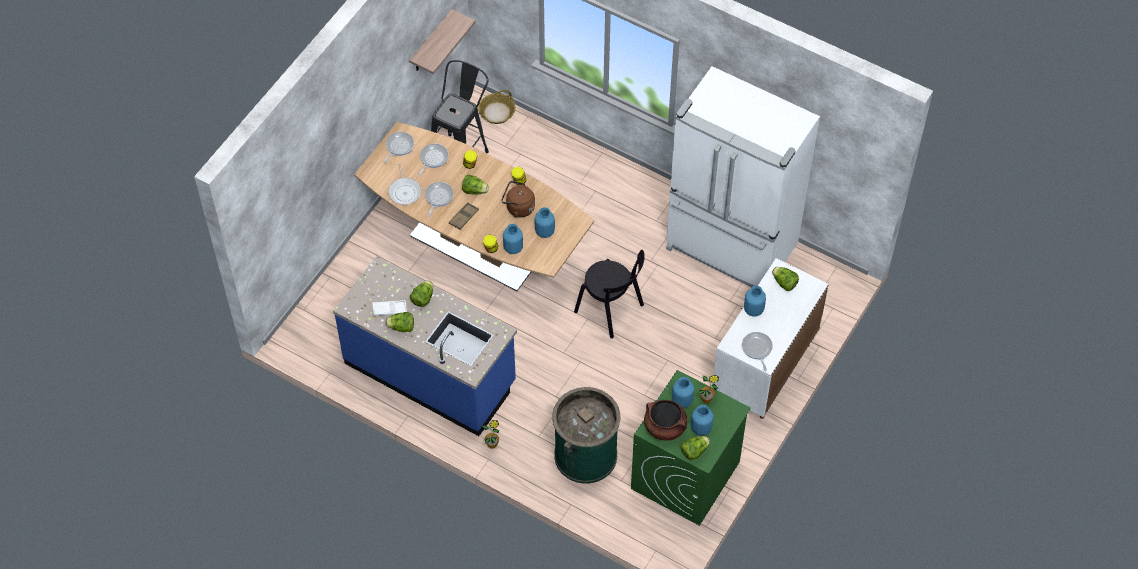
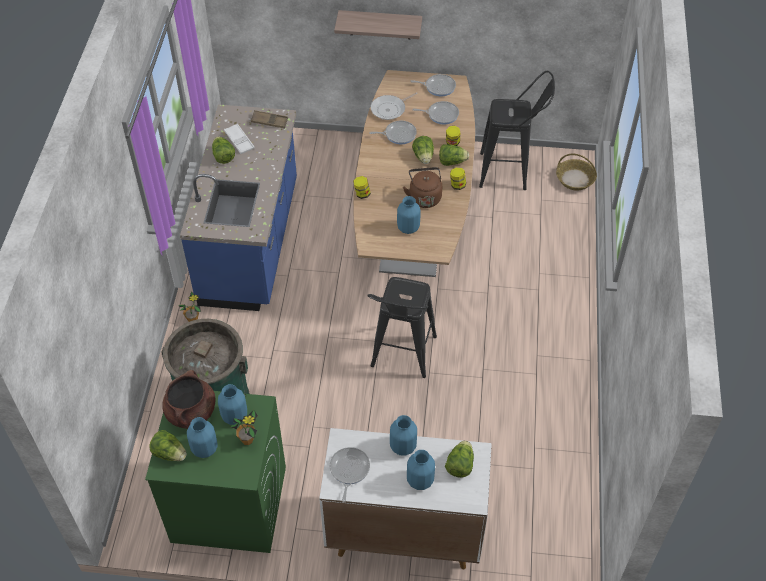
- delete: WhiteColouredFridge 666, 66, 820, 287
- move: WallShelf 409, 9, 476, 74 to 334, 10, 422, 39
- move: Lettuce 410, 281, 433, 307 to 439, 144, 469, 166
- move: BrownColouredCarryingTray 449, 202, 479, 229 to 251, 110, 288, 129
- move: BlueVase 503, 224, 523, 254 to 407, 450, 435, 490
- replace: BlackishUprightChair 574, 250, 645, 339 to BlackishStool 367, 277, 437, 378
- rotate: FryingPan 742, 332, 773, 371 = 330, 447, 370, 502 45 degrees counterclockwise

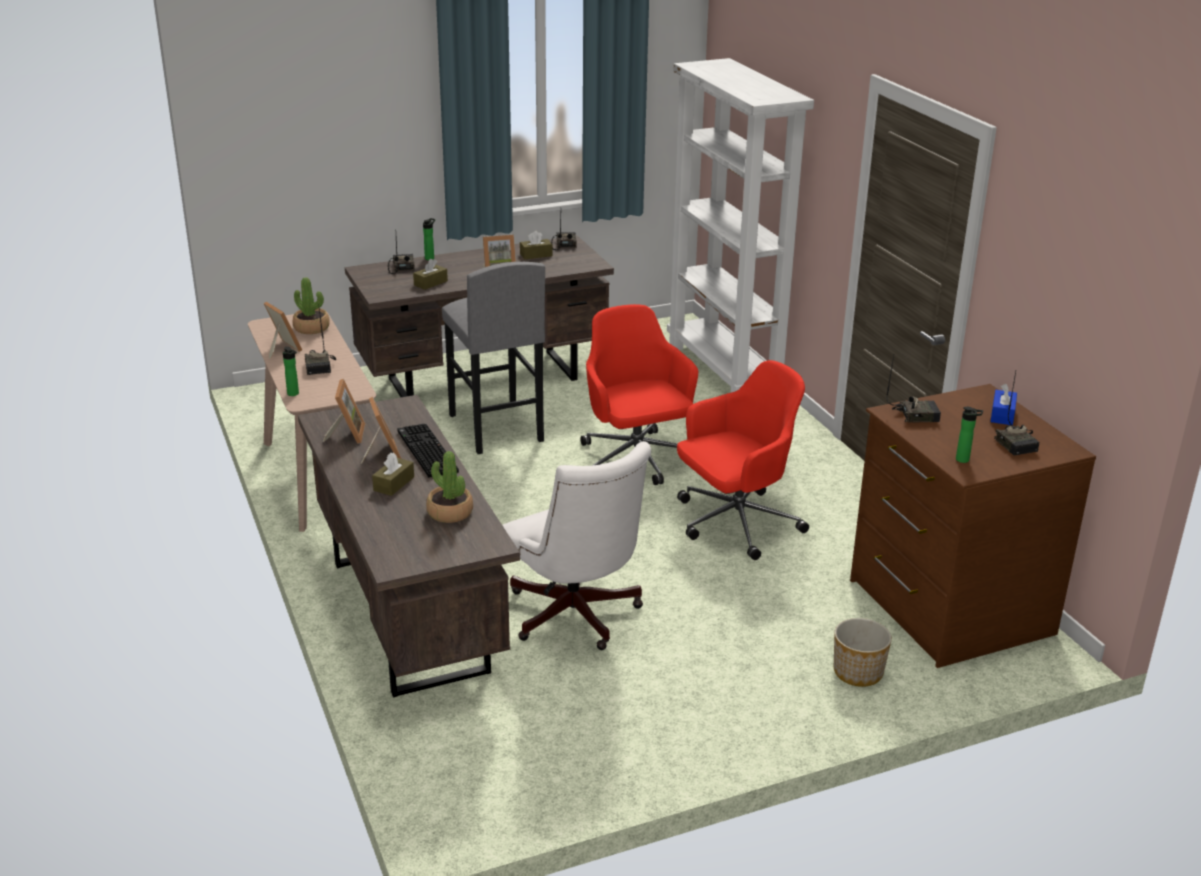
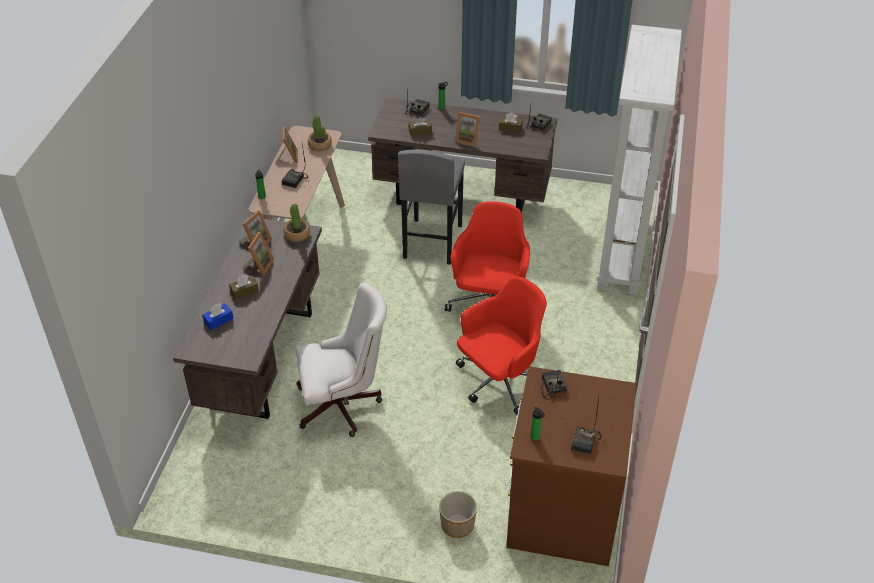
- delete: Keyboard 398, 424, 459, 478
- move: PottedPlant 426, 451, 473, 523 to 284, 204, 310, 242
- move: BlueBoxOfTissues 991, 384, 1017, 425 to 202, 303, 233, 330
- rotate: WhiteColouredDeskChair 502, 441, 651, 650 = 296, 283, 387, 437 105 degrees counterclockwise
- rotate: ReddishDeskChair 677, 360, 809, 560 = 456, 276, 547, 414 45 degrees counterclockwise
- rotate: RadioReceiver 886, 355, 941, 423 = 542, 370, 568, 400 135 degrees counterclockwise

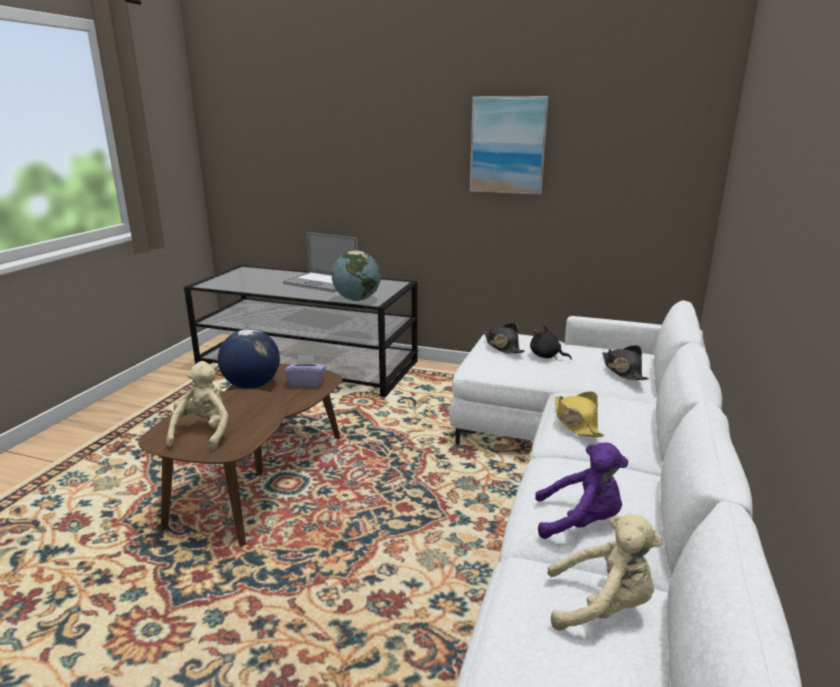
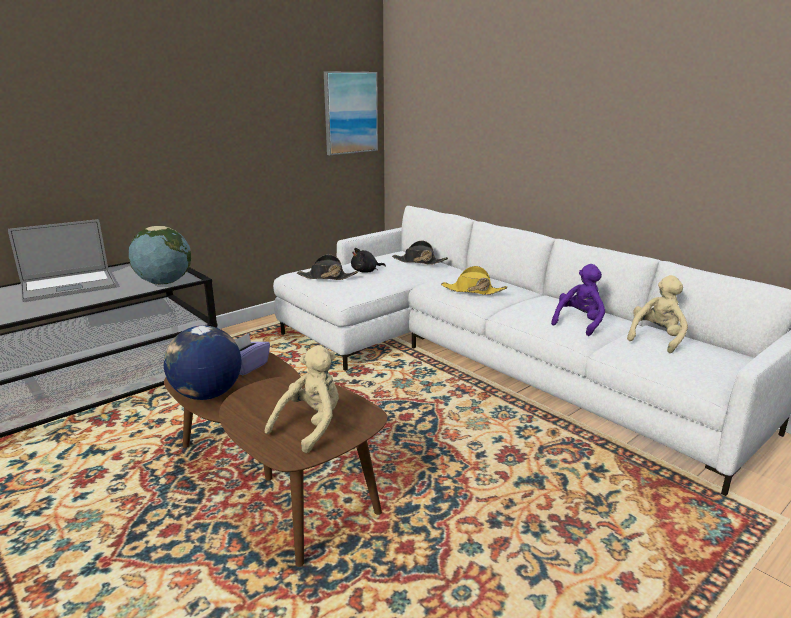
- move: Picture 470, 96, 549, 195 to 324, 71, 378, 155
- rotate: BeigeColouredPlushToy 167, 361, 229, 450 = 265, 345, 339, 453 90 degrees clockwise

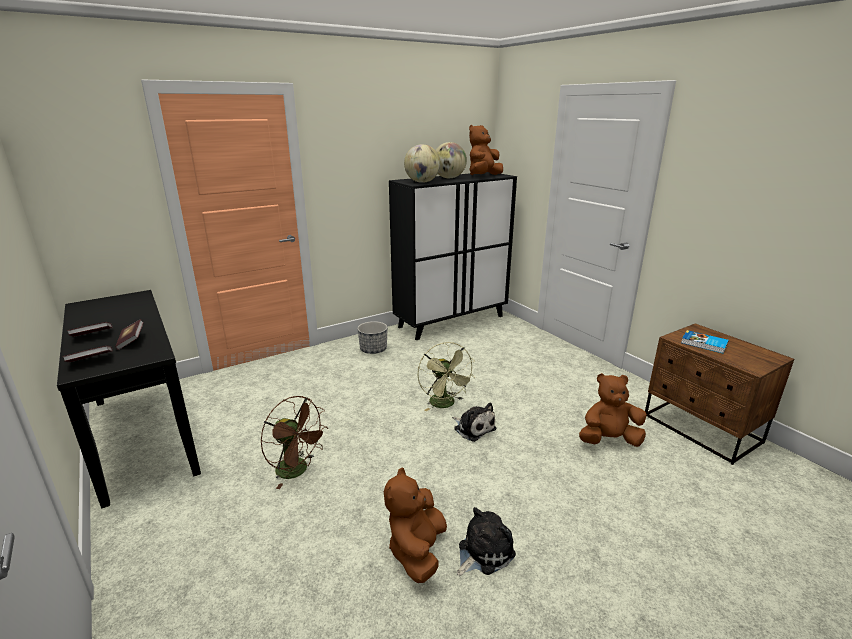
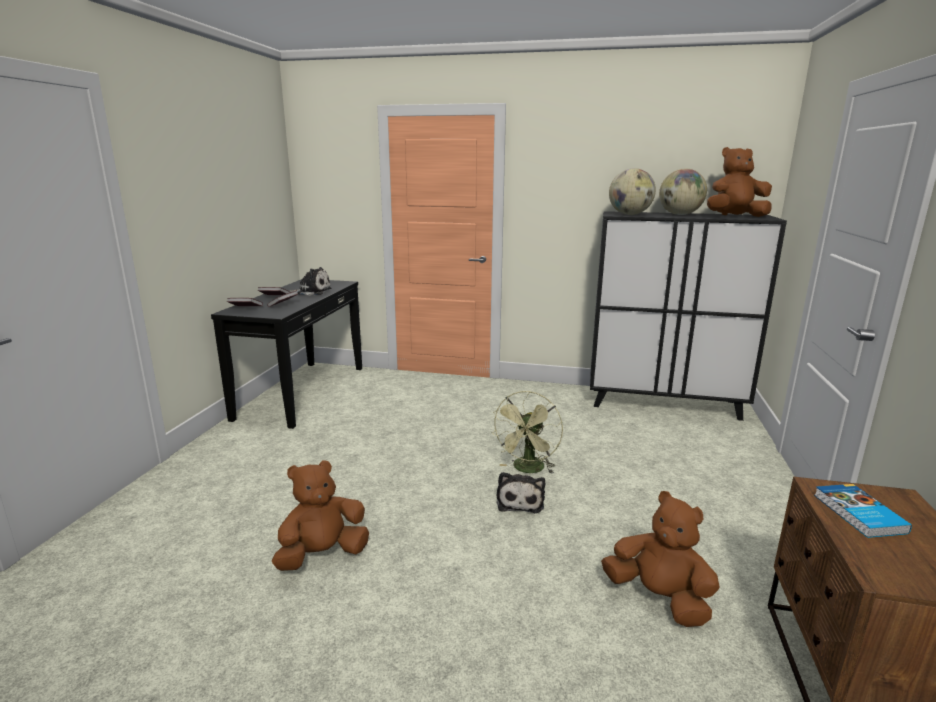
- delete: BrownColouredElectricFan 260, 396, 328, 489
- delete: Planter 357, 321, 388, 354
- move: PlushToy 457, 507, 516, 576 to 290, 267, 331, 296

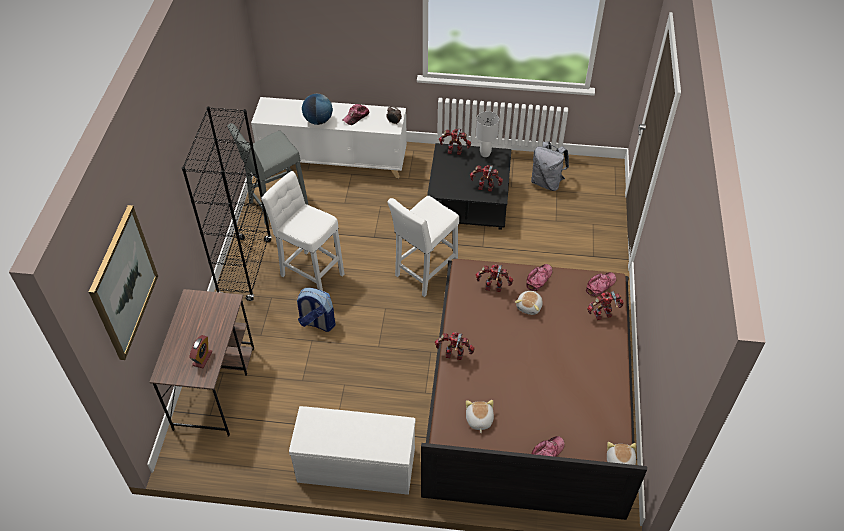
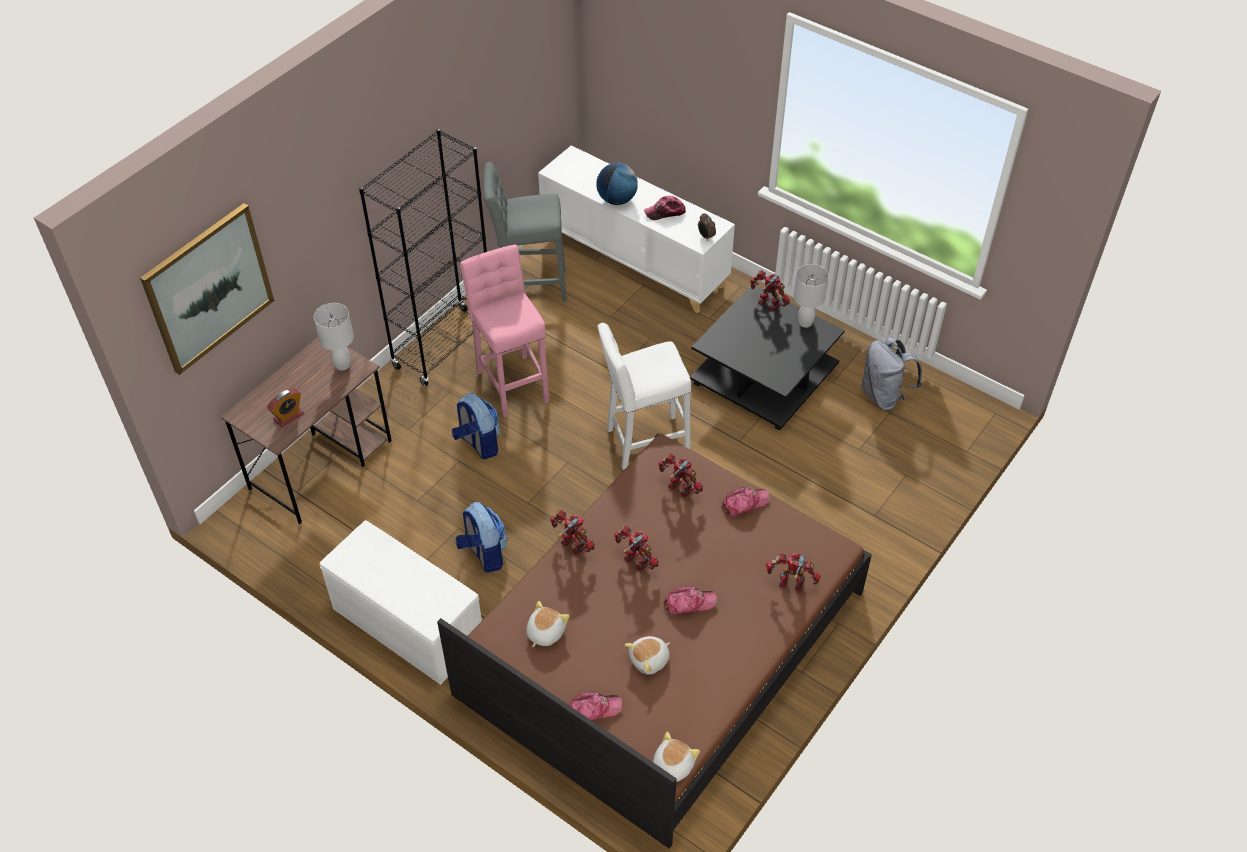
- insert: WhiteColouredTableLamp 314, 303, 354, 371
- insert: Knapsack 456, 502, 507, 573
- move: ModelRobot 470, 165, 503, 192 to 614, 526, 659, 571
- move: PlushToy 515, 291, 543, 315 to 625, 636, 670, 675
- move: PeakedCap 586, 272, 616, 296 to 663, 586, 717, 614
- recolor: WhiteColouredStool 261, 171, 345, 291 to PinkStool 460, 244, 549, 417

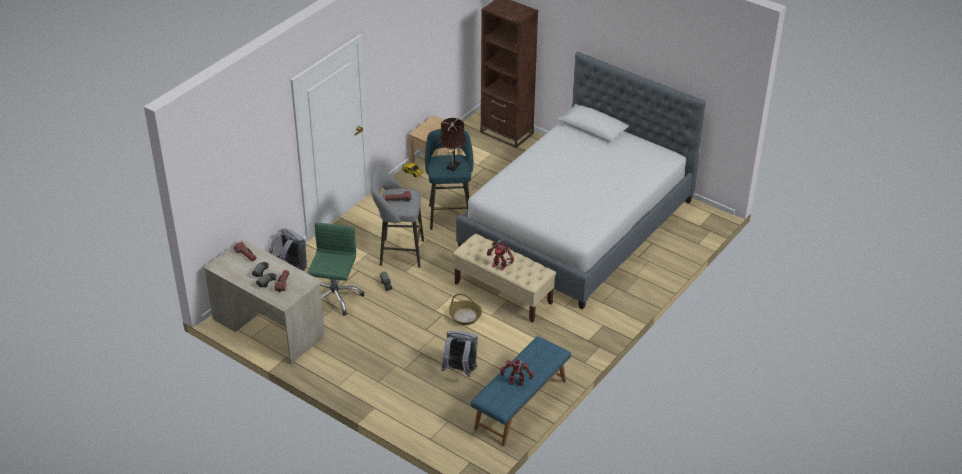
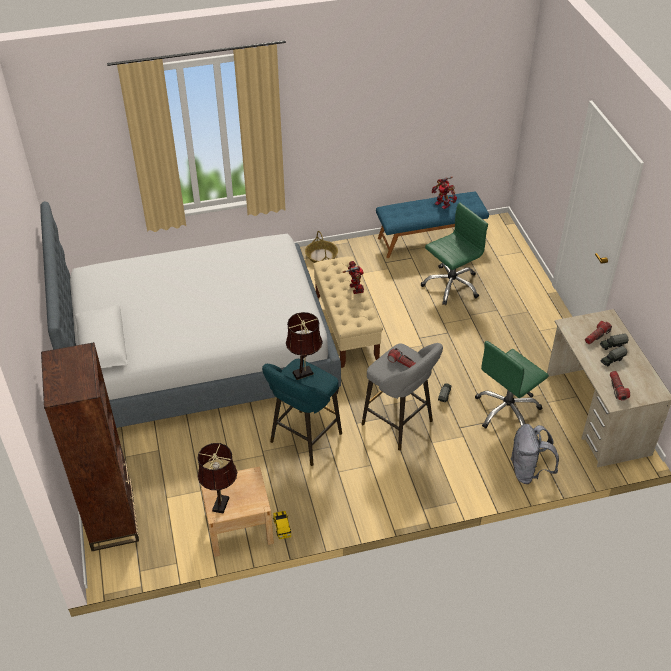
- insert: BrownColouredTableLamp 197, 443, 237, 514
- move: HouseholdBasket 449, 294, 482, 325 to 305, 231, 338, 263
- replace: GrayKnapsack 441, 331, 478, 377 to GreenColouredDeskChair 421, 202, 488, 305

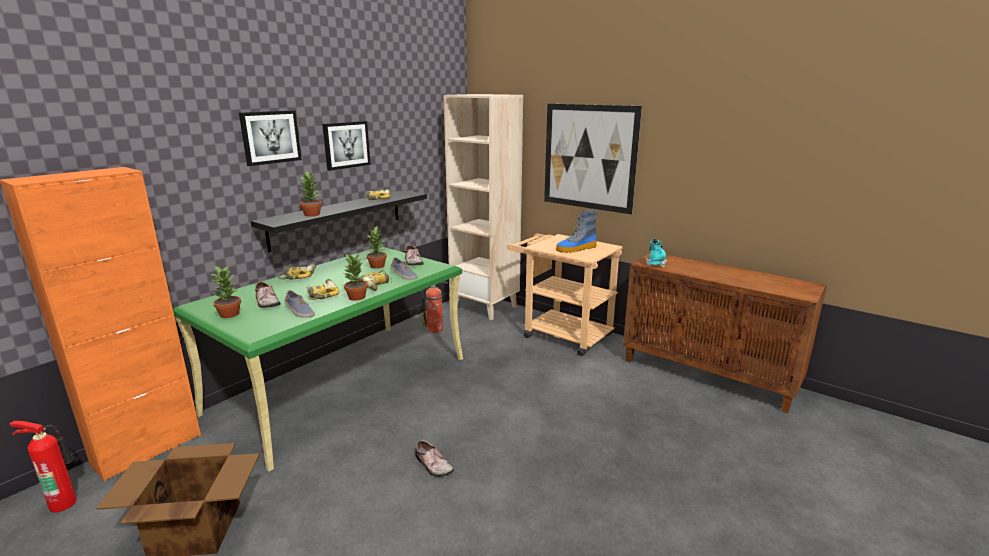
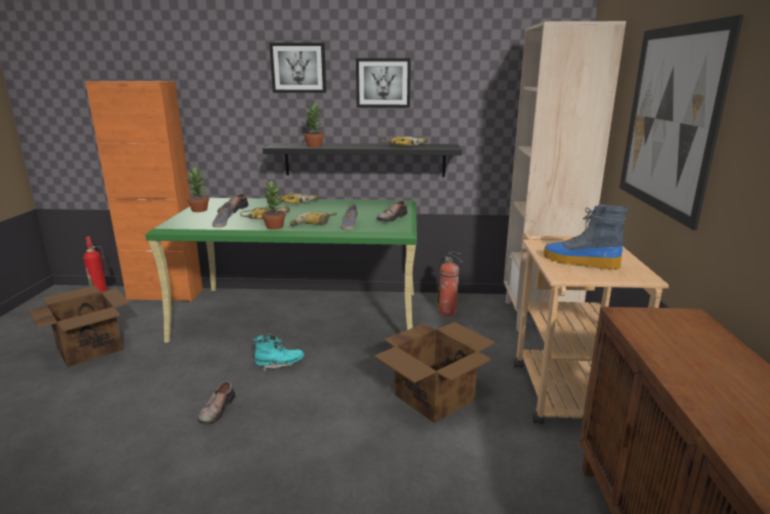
- delete: PottedPlant 366, 227, 387, 269
- insert: Carton 374, 322, 496, 423
- move: TurquoiseTallBoot 646, 239, 668, 268 to 253, 334, 304, 371

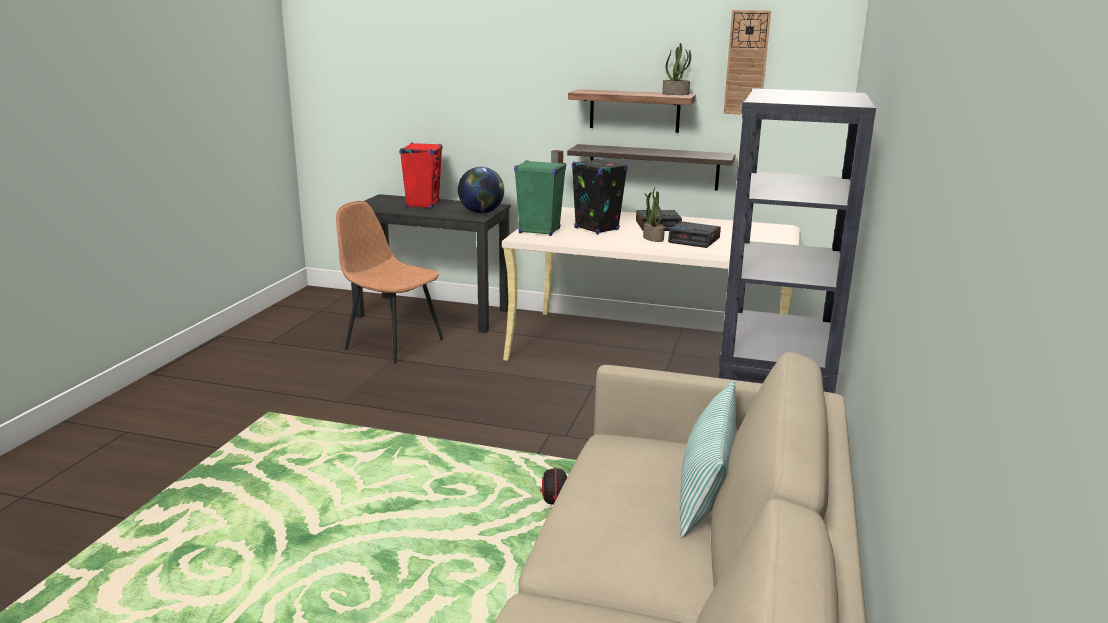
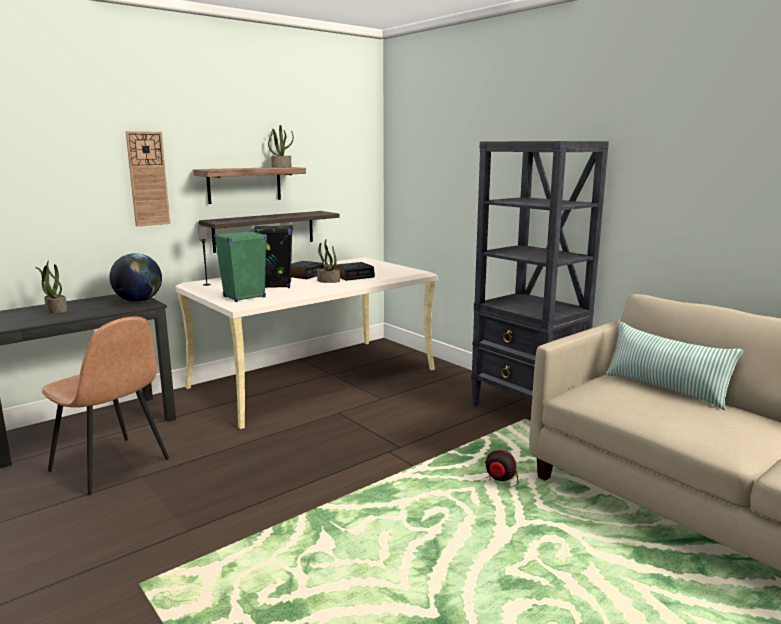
- move: ClockOnTheWall 723, 10, 771, 115 to 126, 131, 170, 227
- replace: ReddishLoudspeaker 399, 142, 442, 208 to PottedPlant 36, 260, 67, 313
- rotate: BrownColouredUprightChair 336, 201, 443, 364 = 42, 317, 169, 495 120 degrees counterclockwise

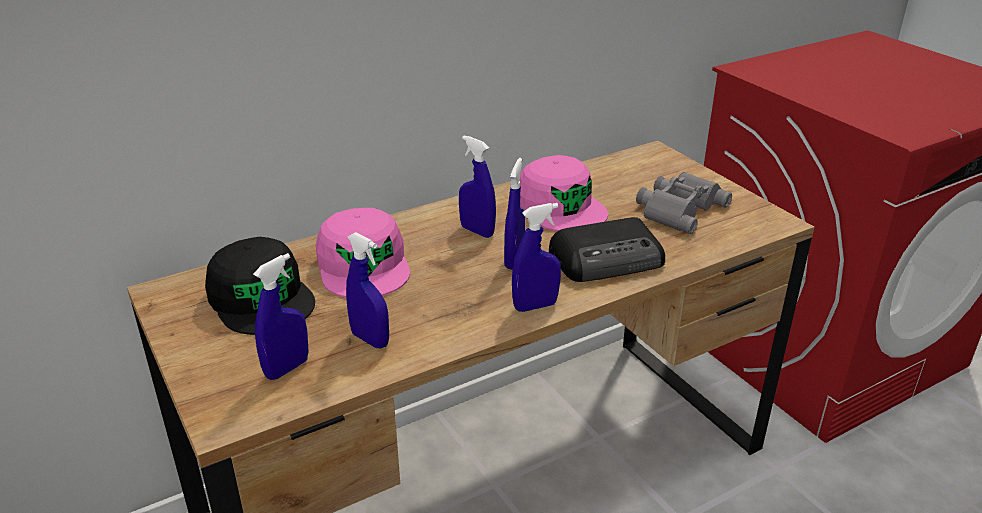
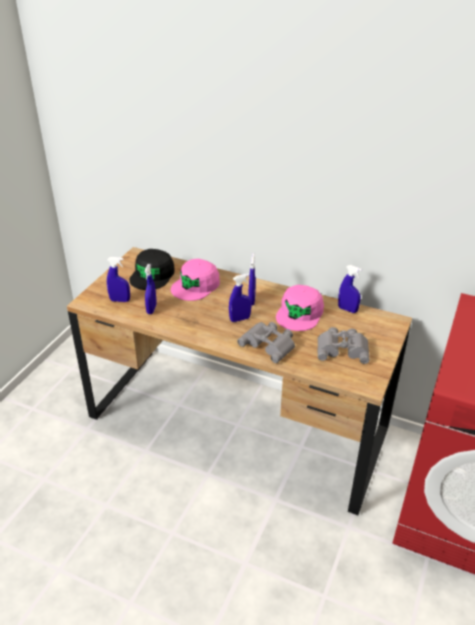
- move: BlueSprayer 512, 203, 561, 312 to 338, 265, 362, 313
- replace: RadioReceiver 549, 217, 665, 282 to GrayBinoculars 237, 322, 295, 363

